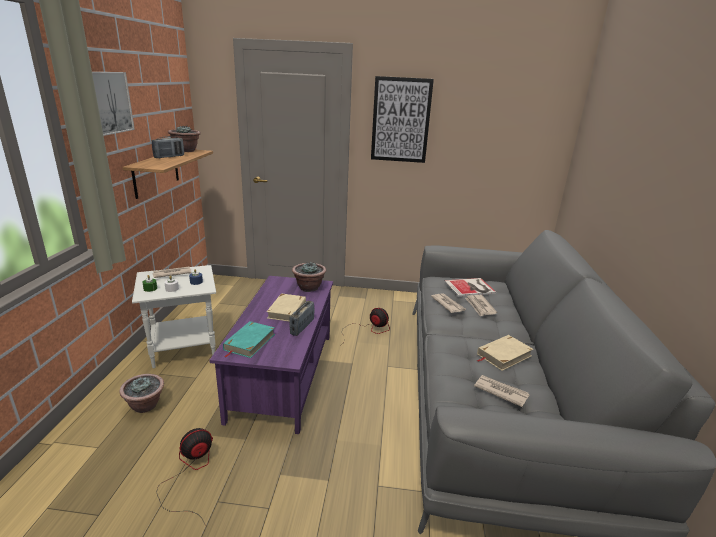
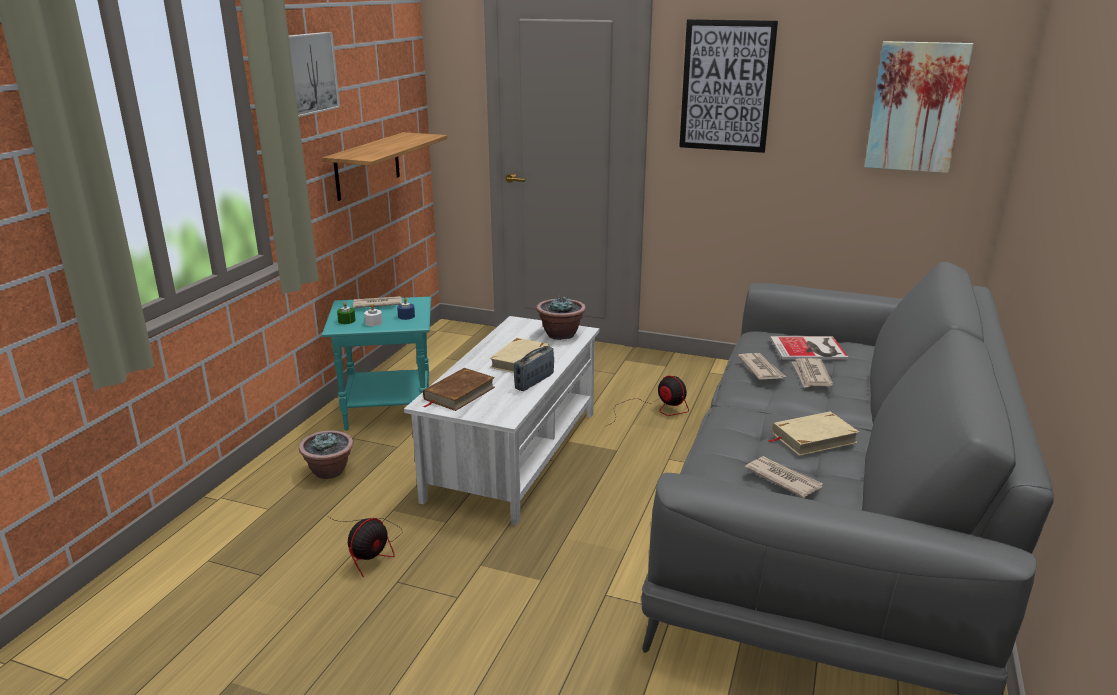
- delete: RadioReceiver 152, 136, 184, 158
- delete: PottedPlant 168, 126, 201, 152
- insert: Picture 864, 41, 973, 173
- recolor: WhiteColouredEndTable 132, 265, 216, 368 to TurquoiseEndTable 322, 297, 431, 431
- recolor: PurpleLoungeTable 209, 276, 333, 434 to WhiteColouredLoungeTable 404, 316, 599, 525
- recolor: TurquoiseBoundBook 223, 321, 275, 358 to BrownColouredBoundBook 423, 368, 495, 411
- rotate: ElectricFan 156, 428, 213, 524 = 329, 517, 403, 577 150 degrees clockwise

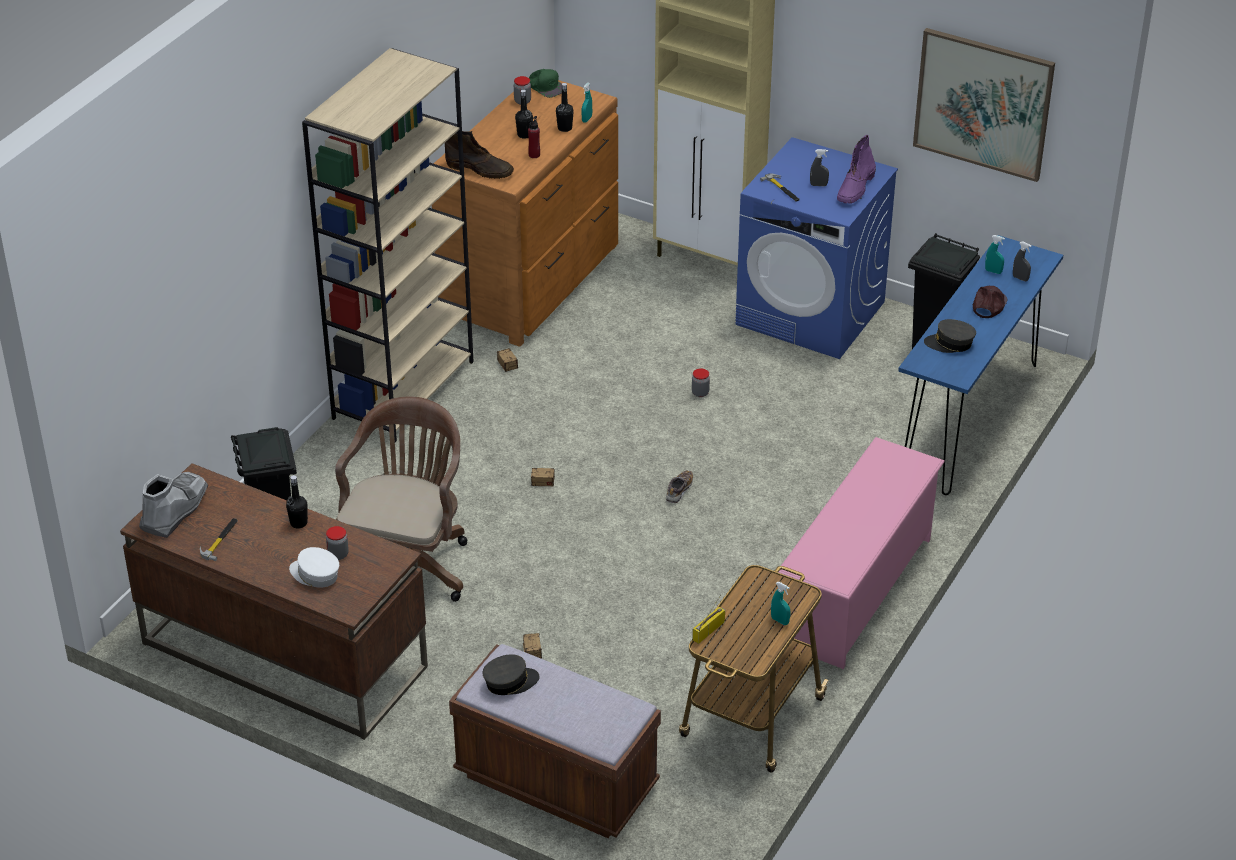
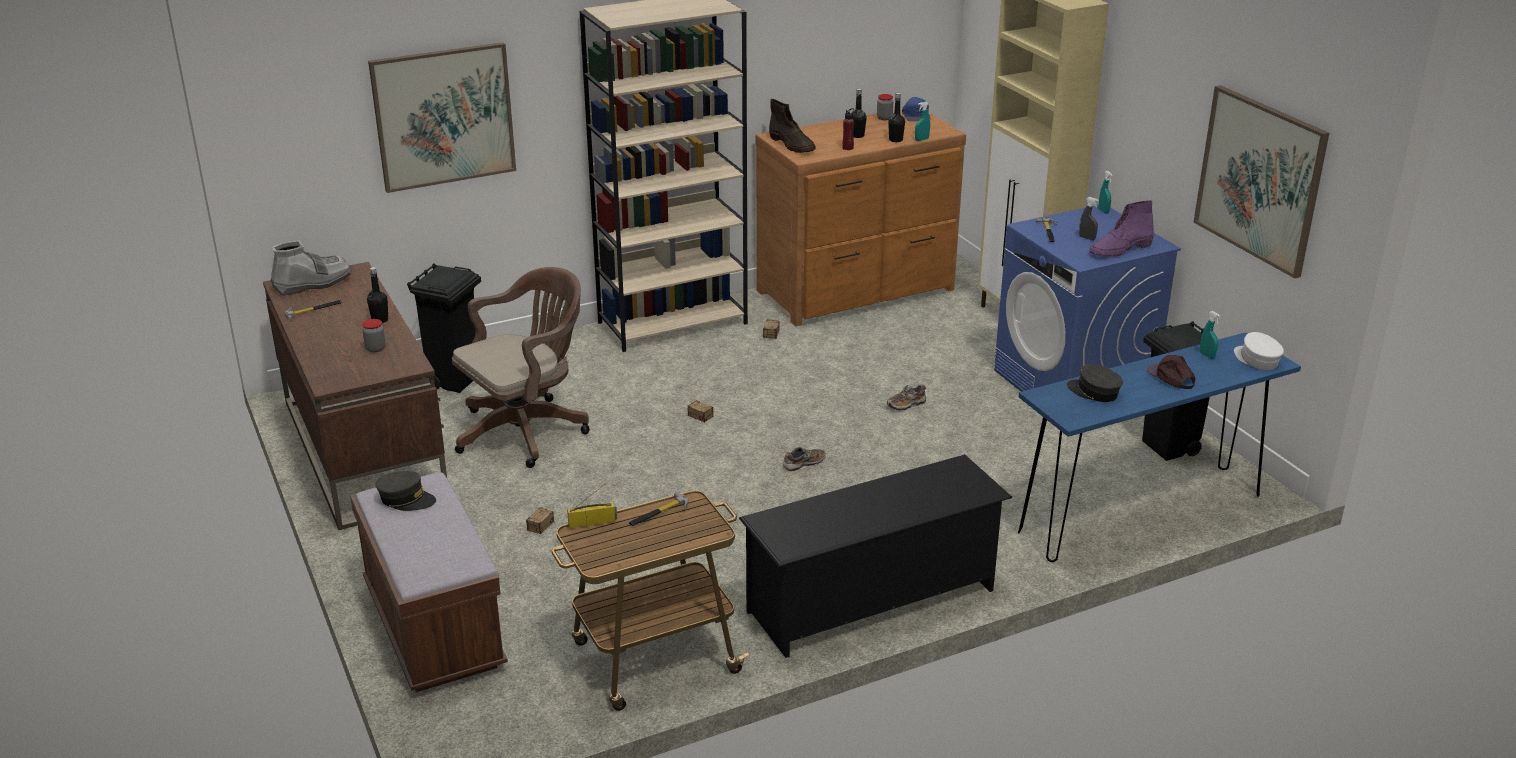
- delete: GraySprayer 1013, 242, 1032, 281
- insert: Picture 368, 42, 516, 193
- insert: HandHammer 629, 492, 688, 526
- move: WhiteColouredPeakedCap 289, 547, 339, 588 to 1234, 332, 1284, 370
- move: TurquoiseSprayer 771, 582, 790, 625 to 1099, 171, 1112, 214
- replace: StorageJar 692, 368, 710, 397 to ItemOfFootwear 887, 385, 926, 411
- recolor: GreenColouredPeakedCap 529, 69, 562, 98 to BluePeakedCap 902, 97, 930, 121
- recolor: PinkShoeStand 778, 437, 945, 669 to BlackishShoeStand 739, 454, 1012, 658
- rotate: BrownColouredPeakedCap 973, 286, 1007, 318 = 1147, 355, 1195, 389 90 degrees counterclockwise

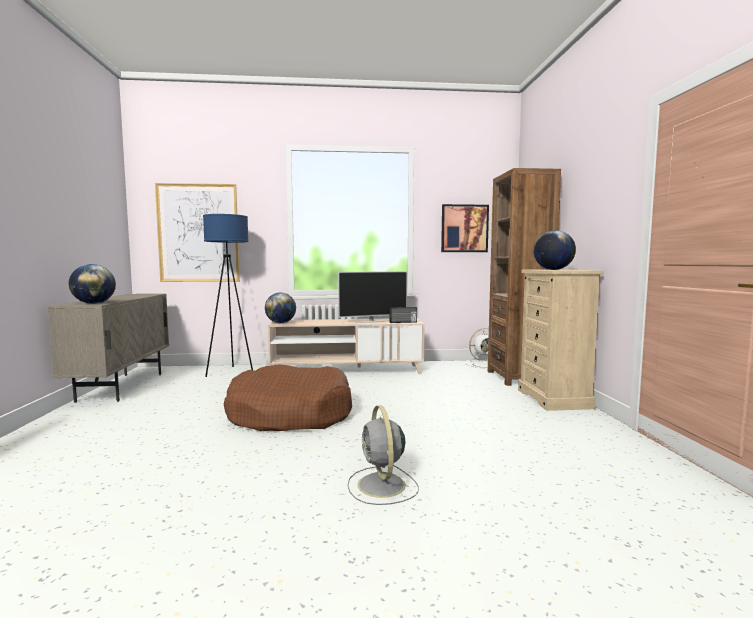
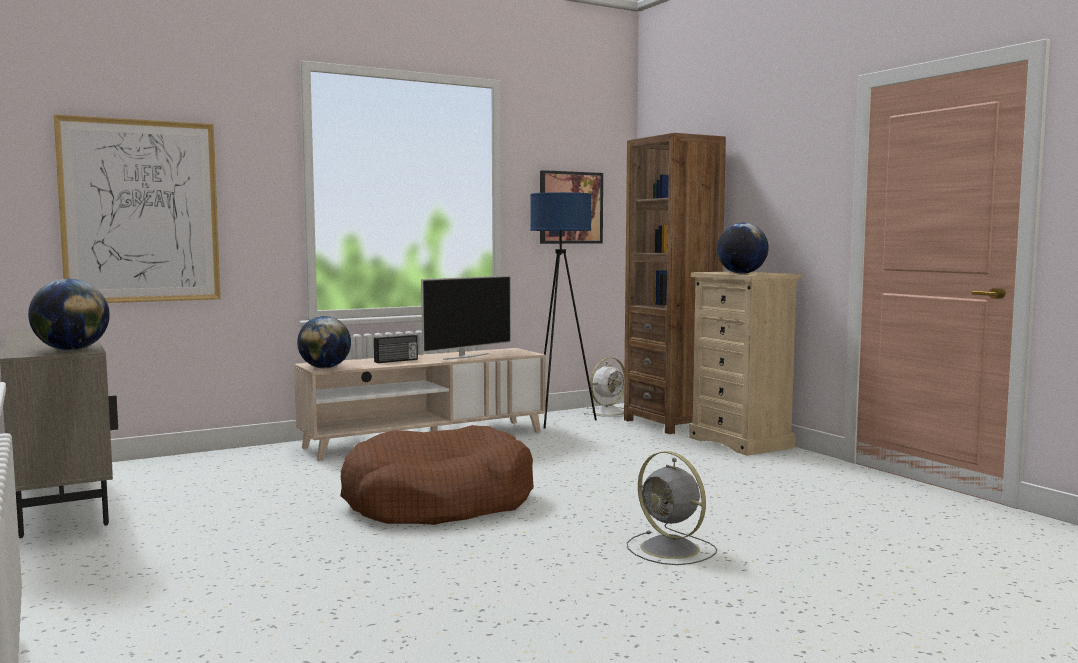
- move: BlueStandingLamp 203, 214, 253, 377 to 530, 192, 597, 429
- move: RadioReceiver 390, 307, 417, 323 to 374, 335, 418, 363

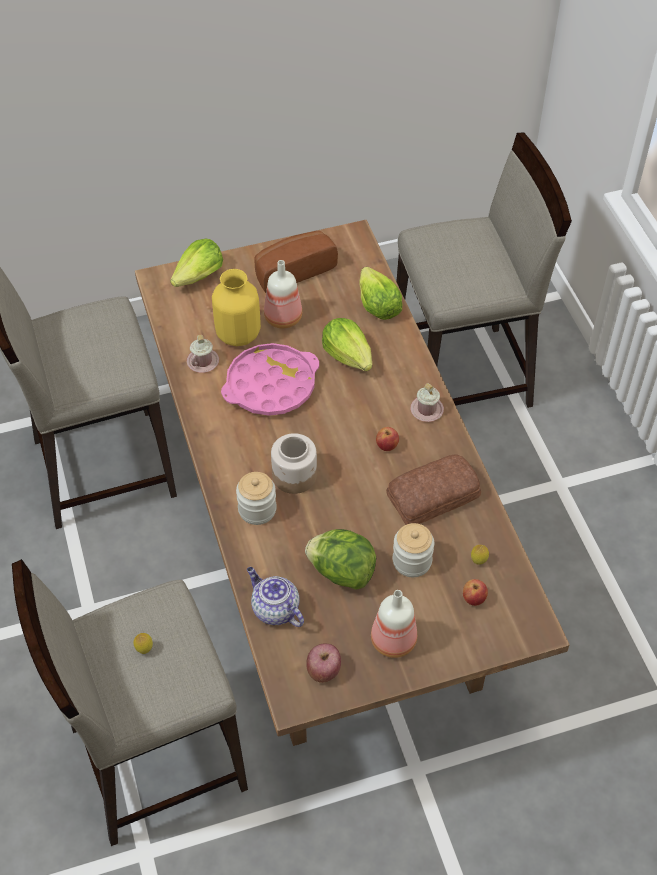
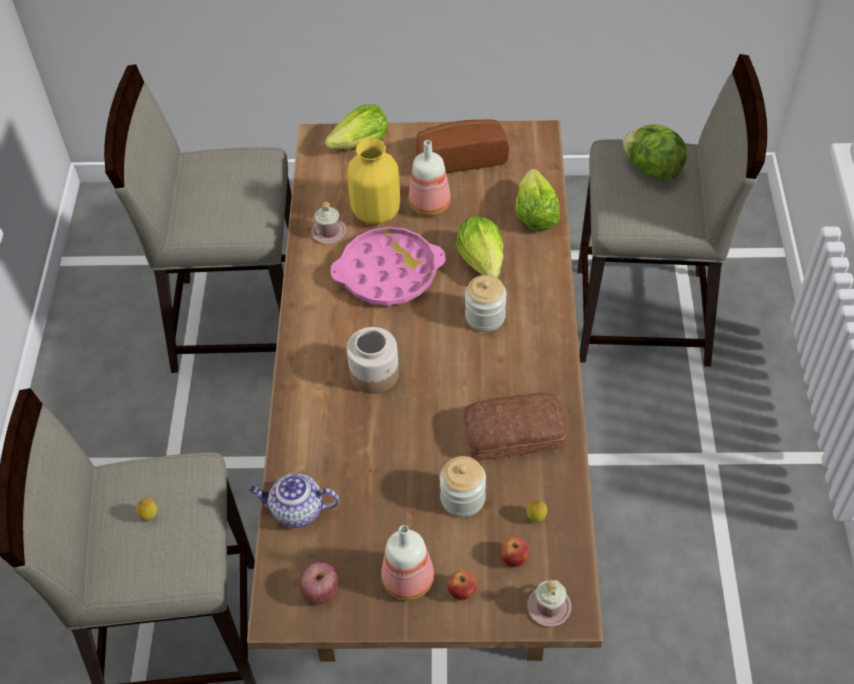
- move: StorageJar 236, 472, 277, 525 to 465, 275, 507, 332
- move: Lettuce 305, 529, 376, 590 to 623, 124, 687, 182
- move: WholeApple 376, 427, 399, 451 to 447, 569, 477, 600
- move: PinkCoffeeMug 410, 383, 444, 422 to 527, 580, 572, 627
- rotate: Teapot 247, 567, 304, 627 = 249, 473, 339, 528 60 degrees counterclockwise

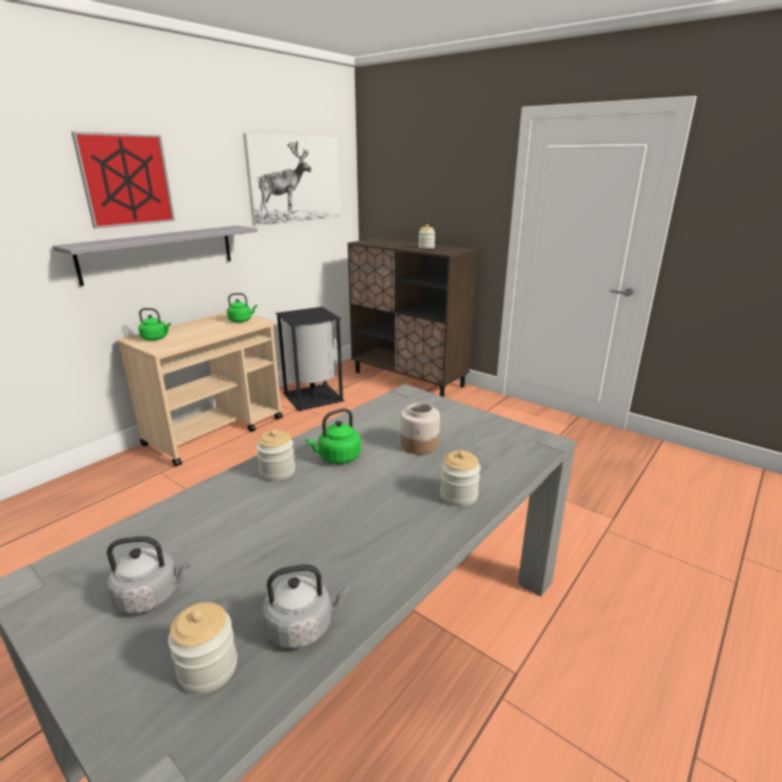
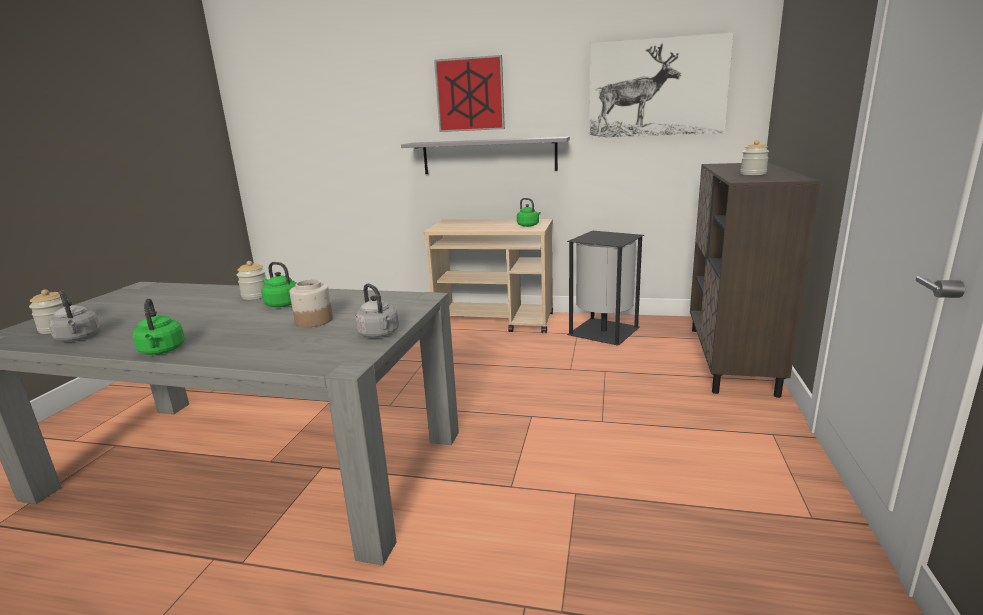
- delete: StorageJar 440, 450, 481, 506
- move: GrayKettle 106, 536, 191, 614 to 355, 283, 399, 338
- move: GreenColouredKettle 138, 308, 171, 341 to 133, 298, 185, 355

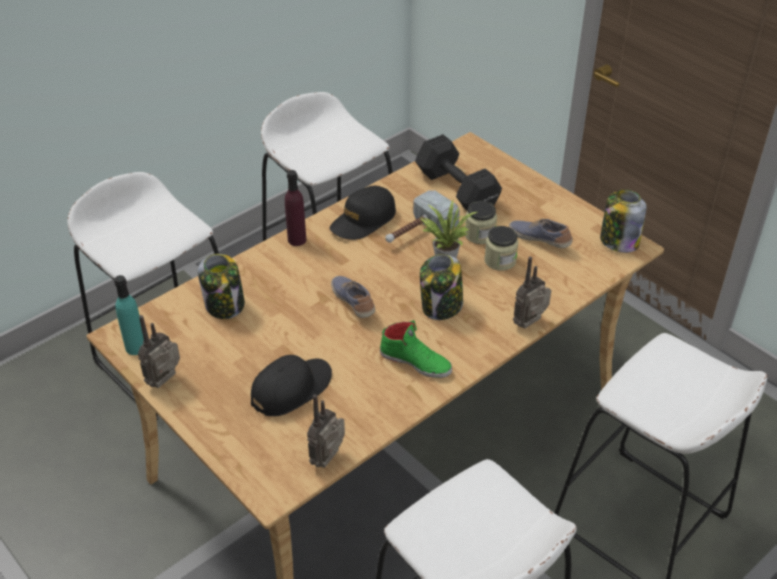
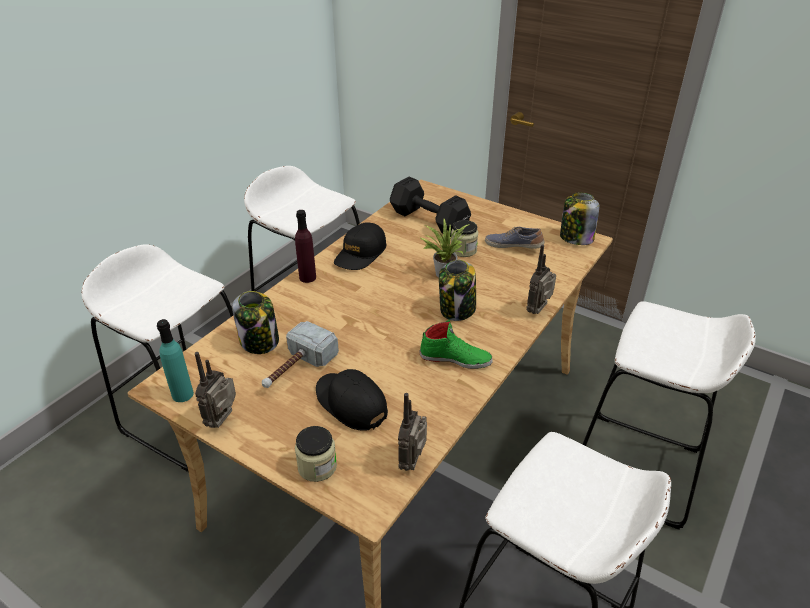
- delete: ItemOfFootwear 331, 276, 375, 318
- move: HandHammer 385, 190, 460, 243 to 262, 321, 339, 388
- move: StorageJar 485, 226, 518, 271 to 295, 426, 337, 482
- rotate: BlackishPeakedCap 251, 355, 332, 416 = 316, 369, 388, 431 75 degrees counterclockwise

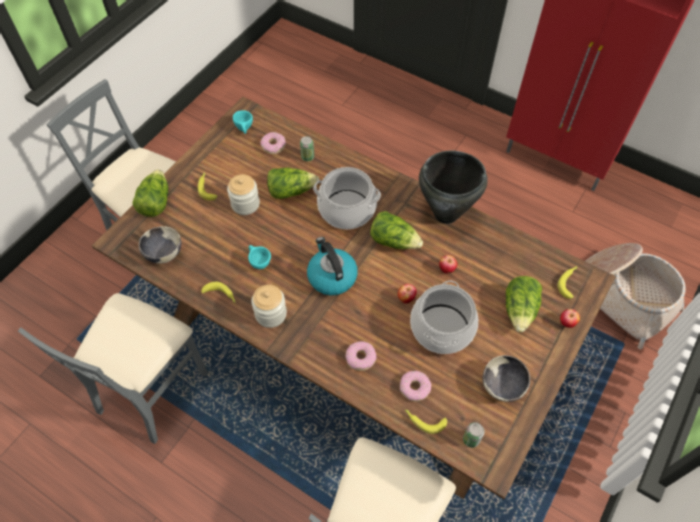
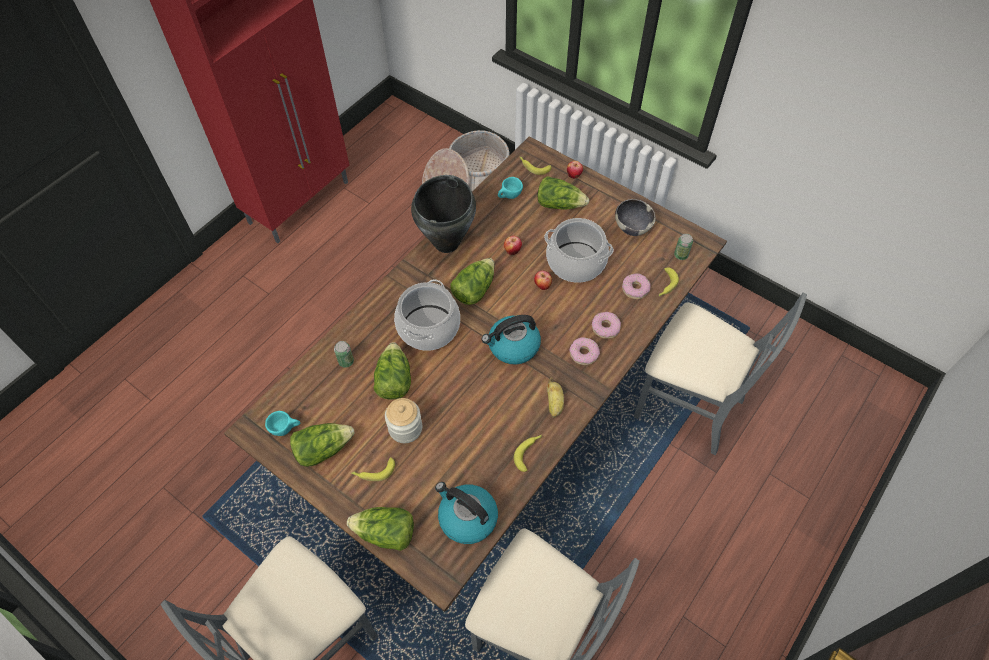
- insert: Lettuce 290, 423, 354, 467
- move: TurquoiseSmallCup 248, 245, 271, 269 to 498, 177, 523, 199
- move: RingDoughnut 261, 132, 286, 154 to 569, 337, 600, 365
- replace: ServingBowl 139, 226, 181, 264 to Kettle 435, 482, 498, 544
- replace: StorageJar 251, 285, 287, 328 to Banana 547, 378, 564, 418

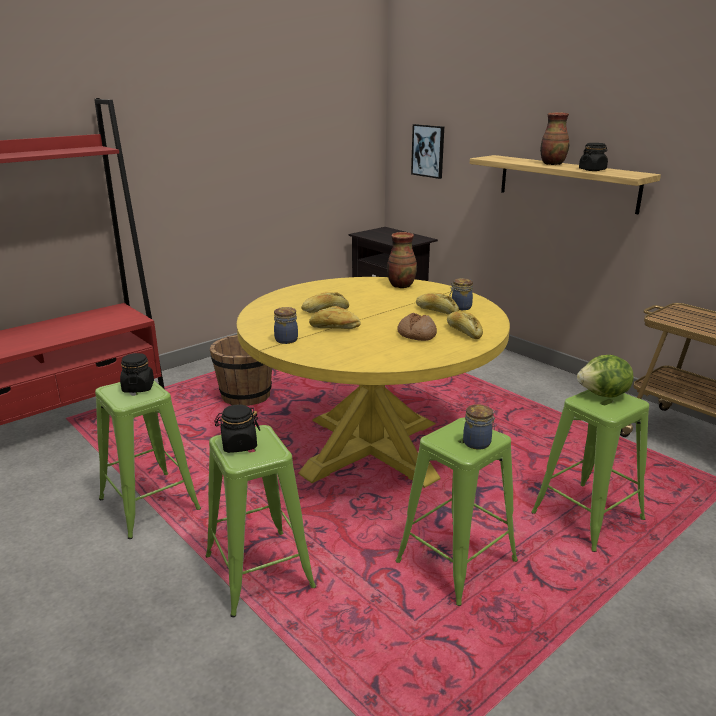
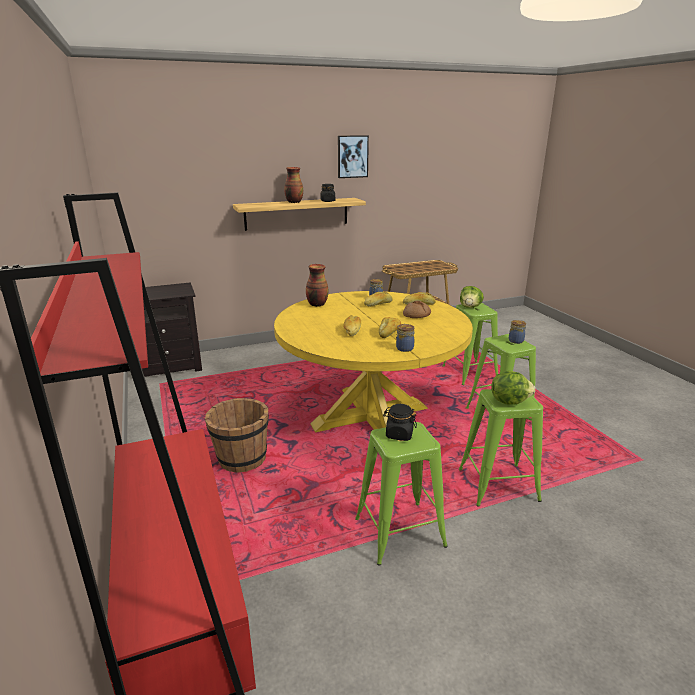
- move: Picture 411, 124, 444, 179 to 338, 135, 369, 178
- replace: BlackishStorageJar 214, 405, 260, 453 to Lettuce 491, 371, 535, 405

